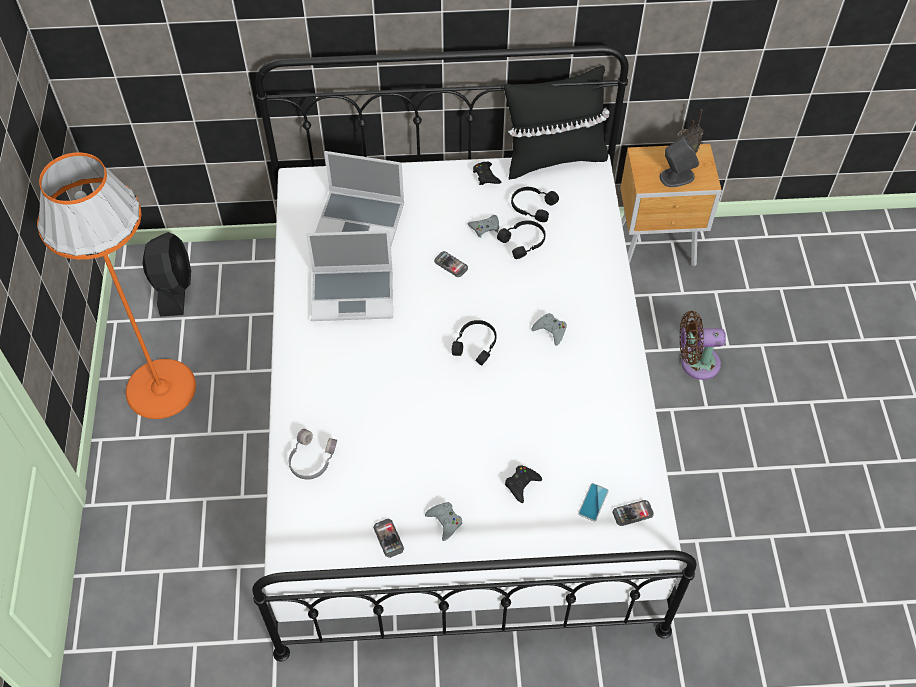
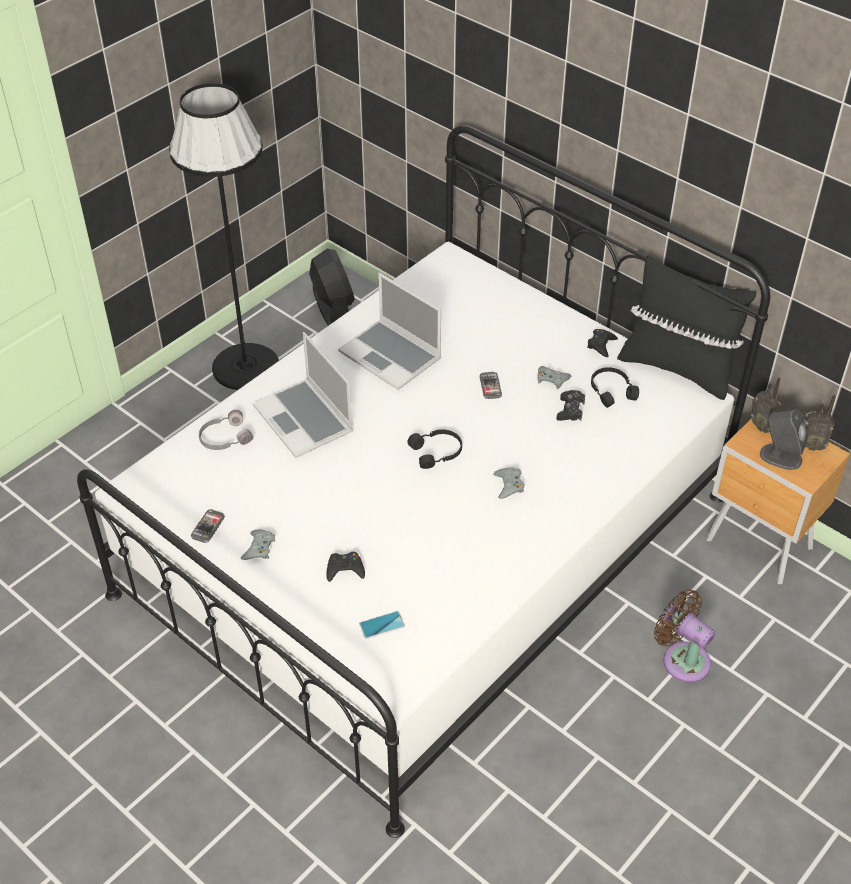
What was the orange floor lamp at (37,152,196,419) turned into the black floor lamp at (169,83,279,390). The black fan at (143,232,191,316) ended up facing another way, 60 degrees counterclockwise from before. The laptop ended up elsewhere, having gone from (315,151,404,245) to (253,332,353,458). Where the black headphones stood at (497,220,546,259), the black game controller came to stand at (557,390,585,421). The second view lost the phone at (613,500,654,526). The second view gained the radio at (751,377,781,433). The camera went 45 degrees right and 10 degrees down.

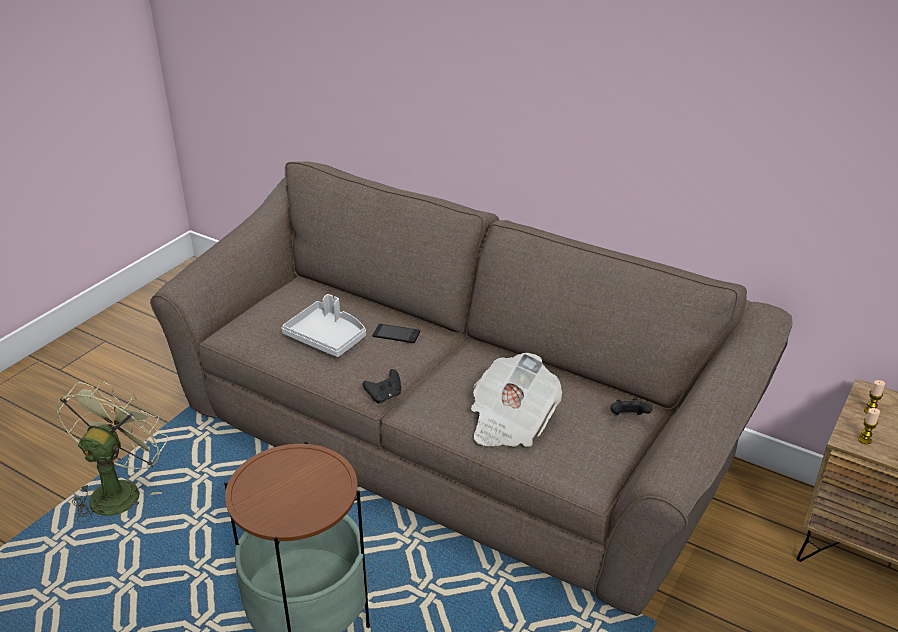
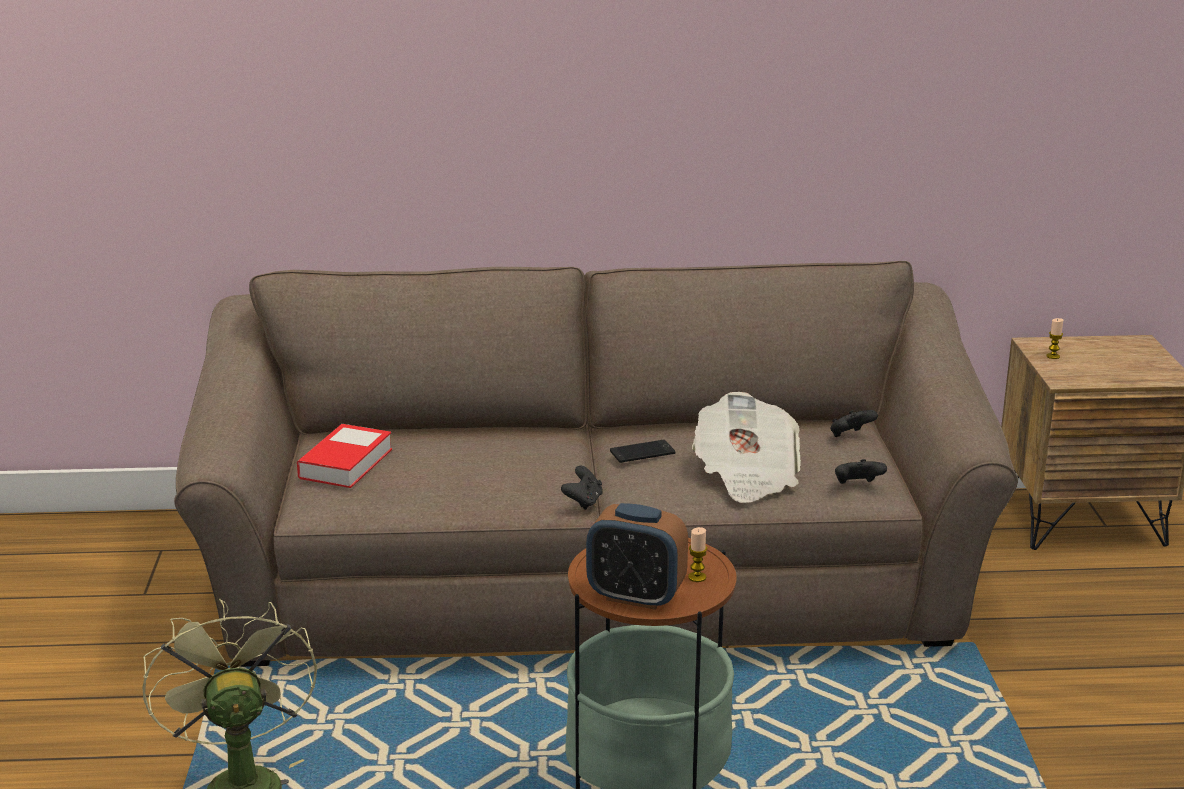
The second view lost the grey tray at (281,294,366,357). The phone ended up elsewhere, having gone from (373,324,420,343) to (610,440,675,463). The candle ended up elsewhere, having gone from (858,408,880,444) to (688,527,707,582). The second view gained the book at (297,424,392,488). The second view gained the alarm clock at (586,503,688,610). The second view gained the black game controller at (835,459,887,484). The camera went 35 degrees left and 10 degrees down.

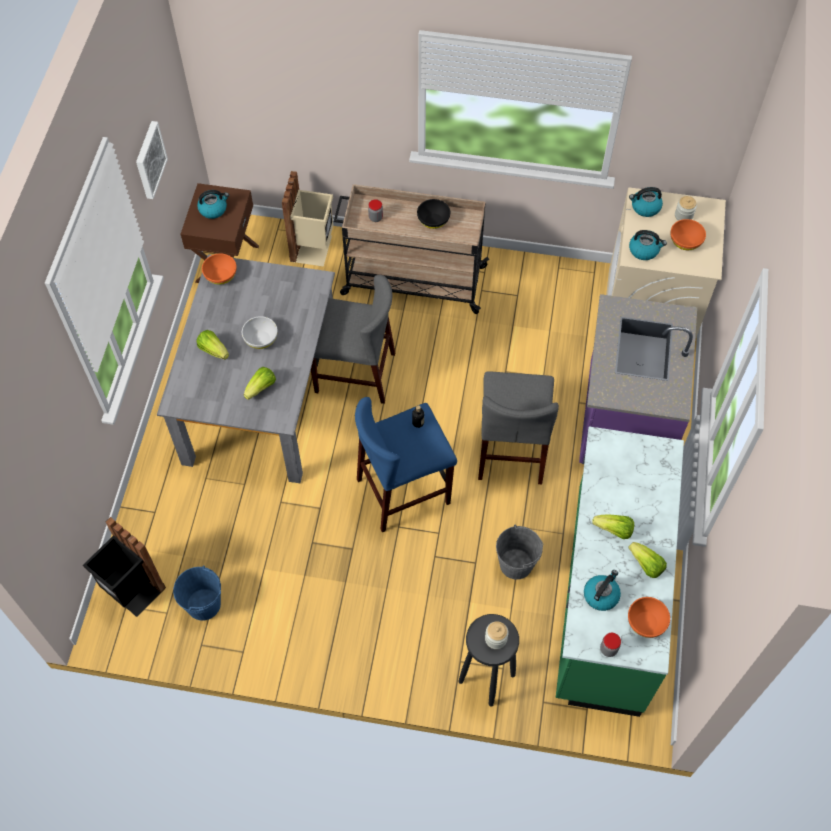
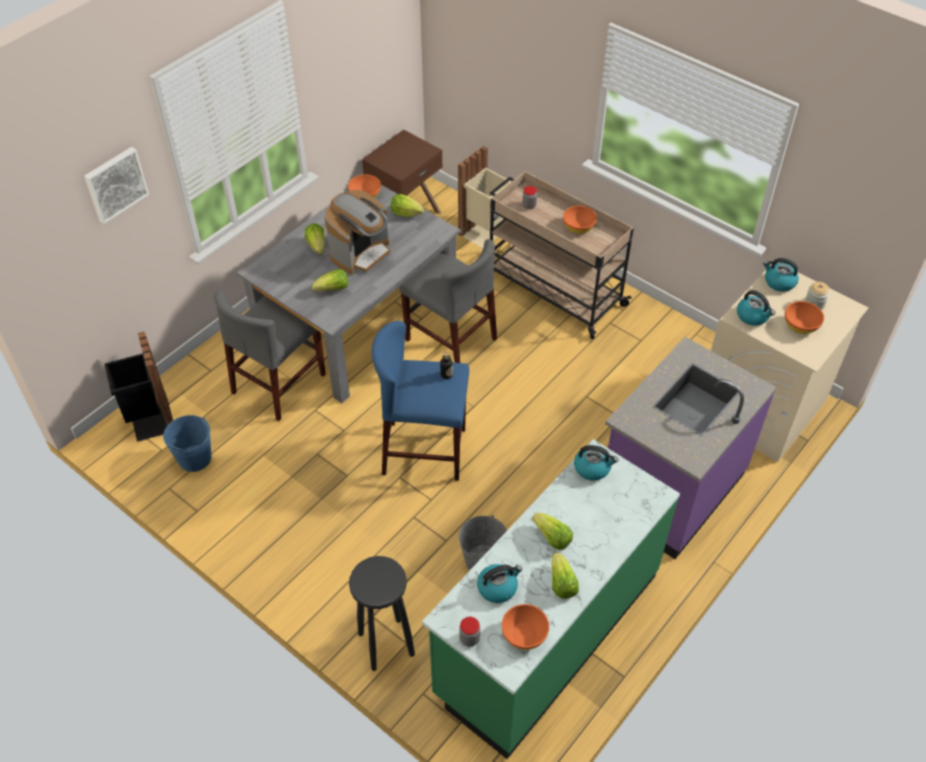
The picture ended up elsewhere, having gone from (136,121,168,199) to (84,147,149,224). The kettle ended up elsewhere, having gone from (197,190,229,219) to (574,445,618,481). Where the white bowl stood at (242,316,277,349), the coffee machine came to stand at (324,190,390,274). What was the black bowl at (417,199,450,229) turned into the orange bowl at (563,206,597,234). The grey chair ended up elsewhere, having gone from (478,371,559,484) to (214,290,326,421). The second view lost the jar at (485,621,509,649). The second view gained the lettuce at (390,194,424,217). The camera went 30 degrees right and 10 degrees down.

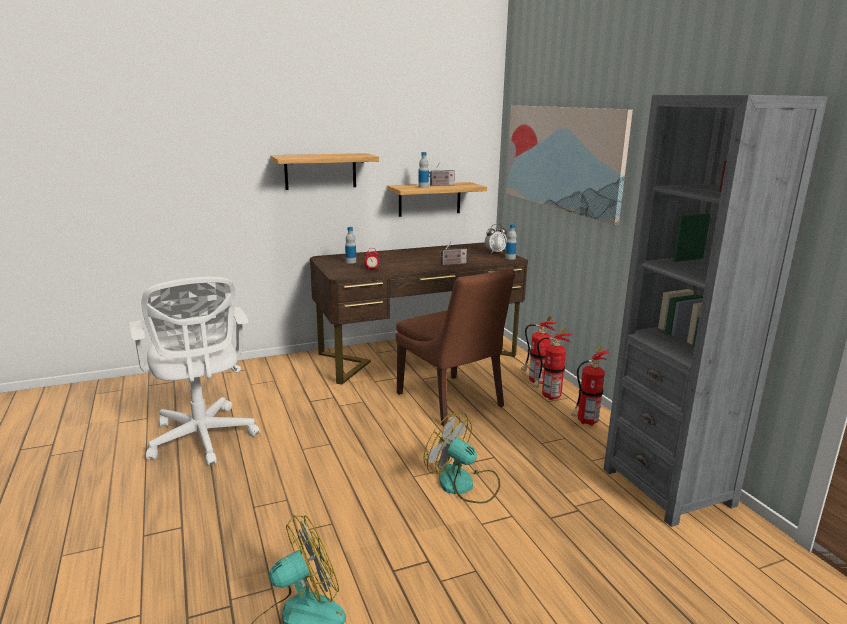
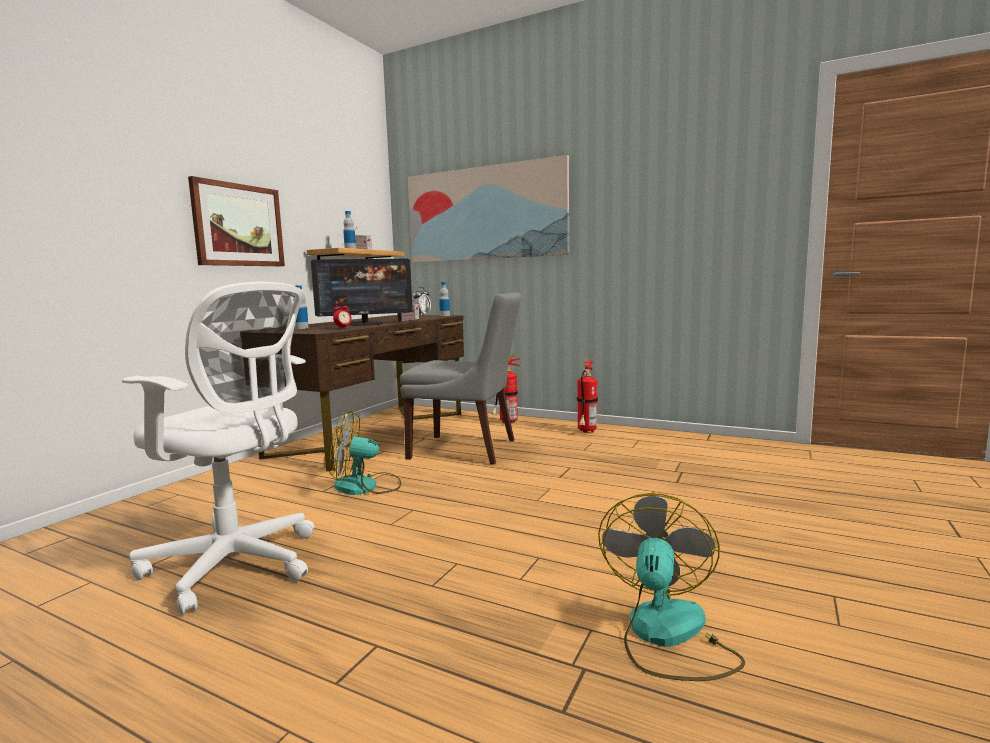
Where the shelf hung at (270,153,379,190), the picture came to hang at (188,176,285,266). What was the brown chair at (396,268,515,426) turned into the grey chair at (400,292,521,464). The fan ended up elsewhere, having gone from (424,413,500,504) to (329,411,401,495). The second view lost the fire extinguisher at (533,327,573,400). The second view lost the grey bookcase at (604,94,828,527). The second view gained the monitor at (311,259,413,326). The camera went 40 degrees left and 10 degrees down.

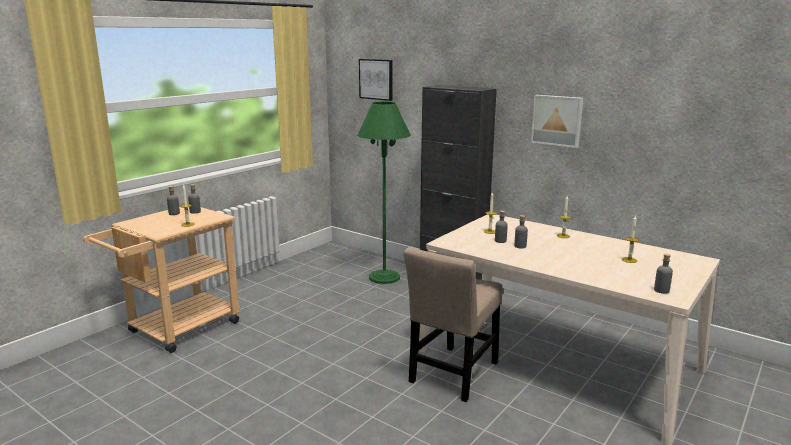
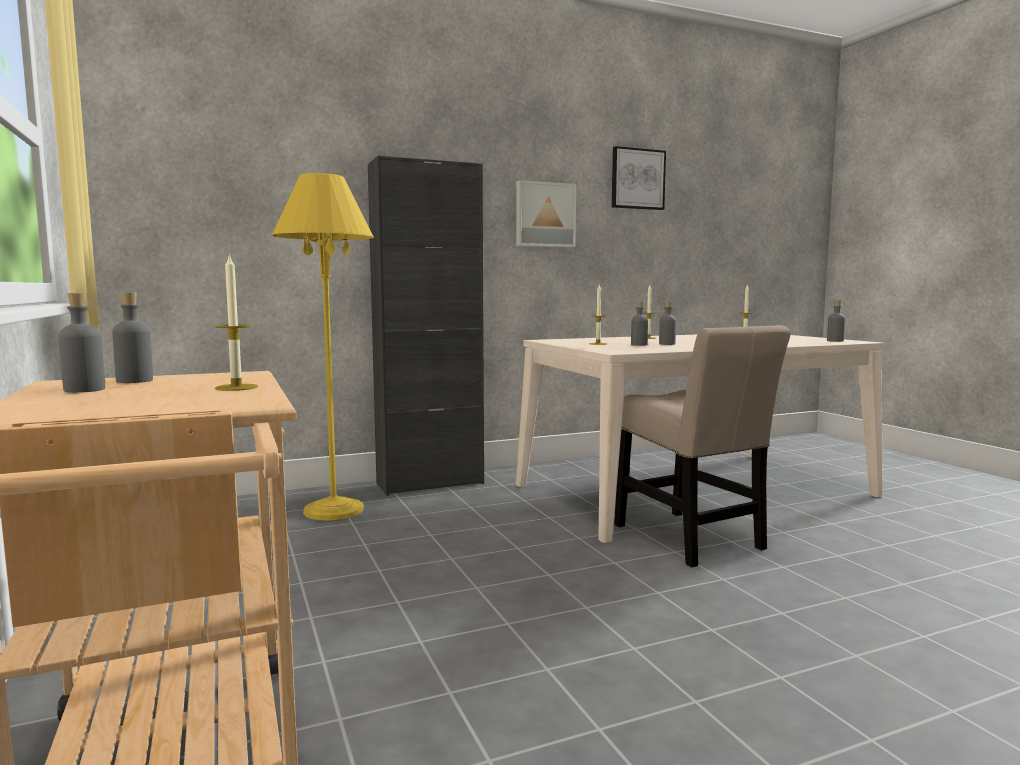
What was the green floor lamp at (357,102,411,284) turned into the yellow floor lamp at (272,173,374,520). The picture ended up elsewhere, having gone from (359,59,392,101) to (612,146,666,210). The camera went 60 degrees left and 10 degrees down.

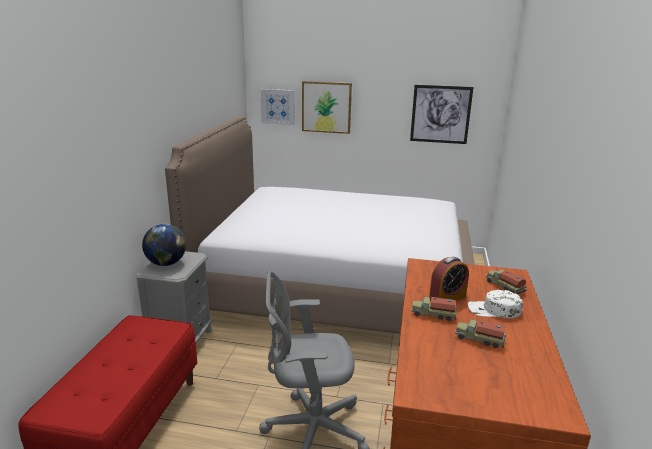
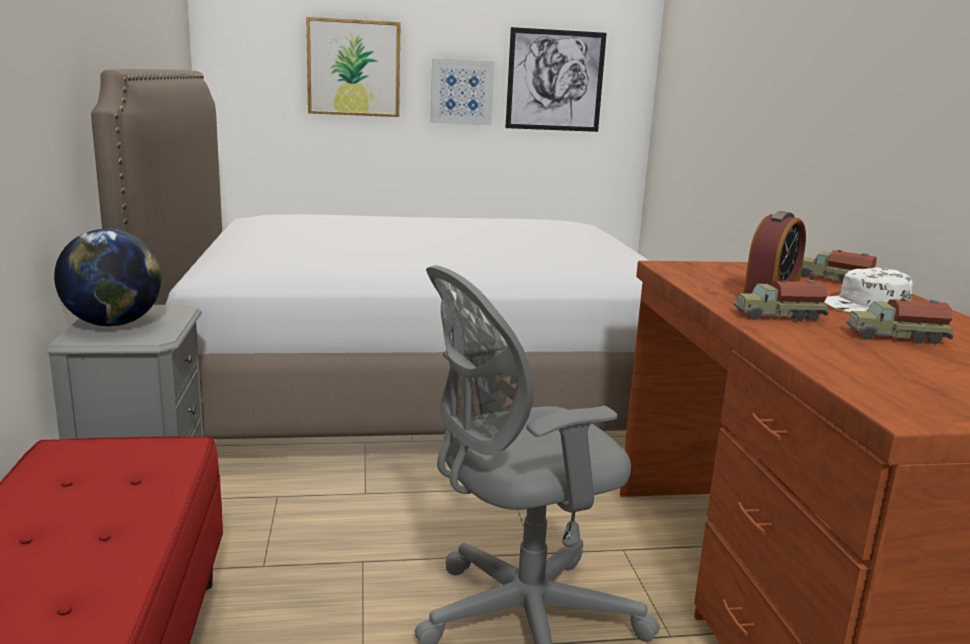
The picture ended up elsewhere, having gone from (261,89,294,125) to (431,58,495,125). The camera went 20 degrees left and 5 degrees down.

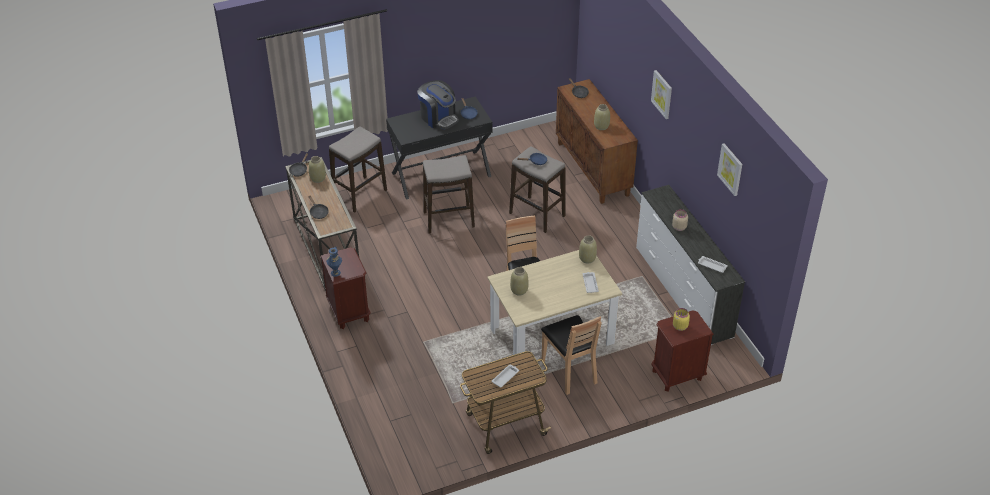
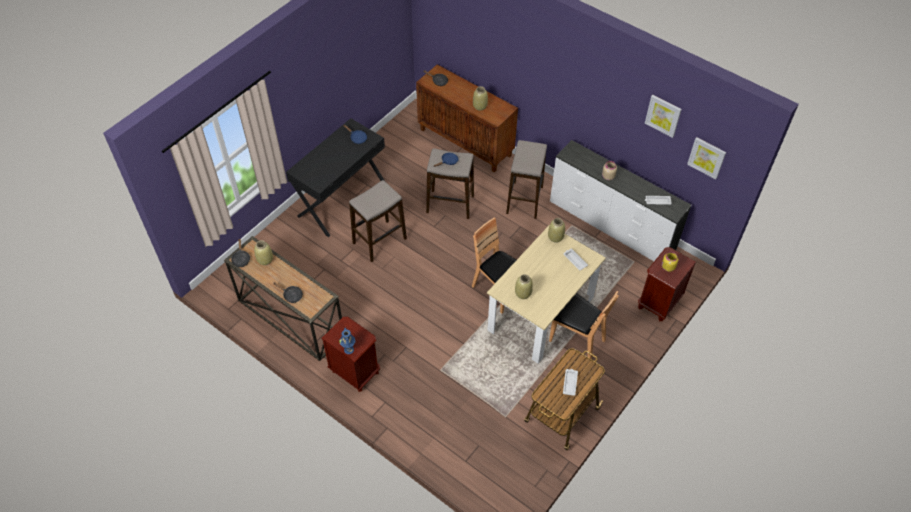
The stool ended up elsewhere, having gone from (329,126,387,213) to (506,140,547,219). The second view lost the coffee machine at (417,80,459,129). The picture ended up elsewhere, having gone from (651,70,672,119) to (687,137,726,179). The camera went 30 degrees left and 10 degrees up.

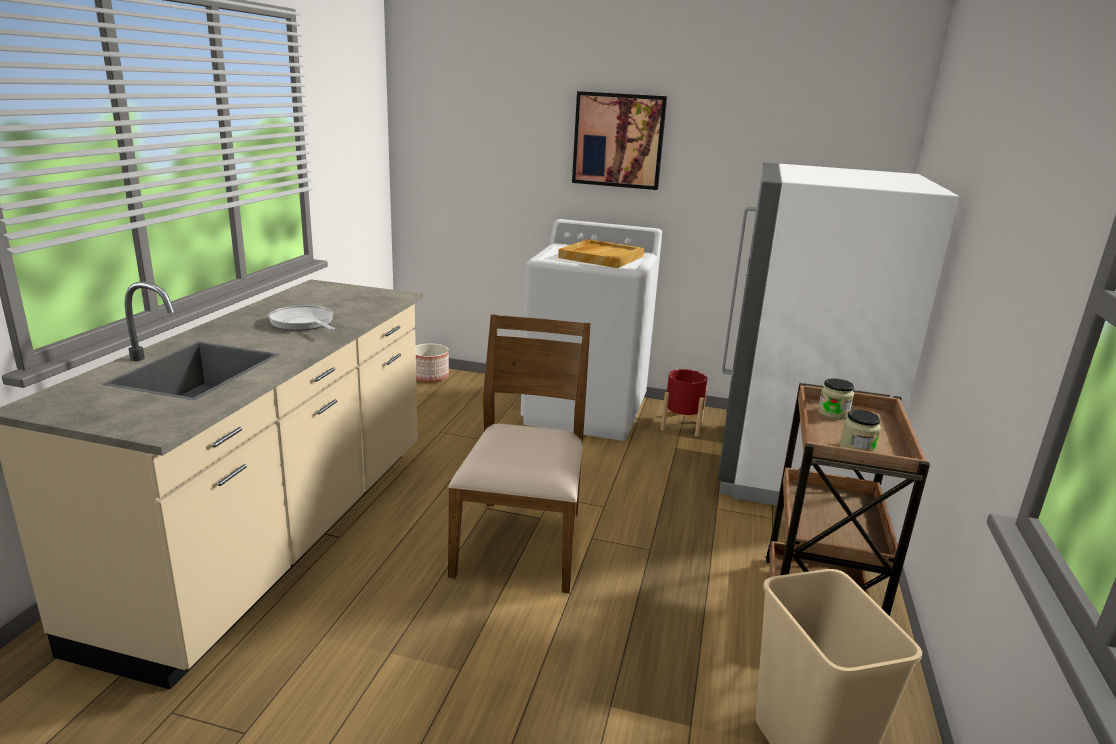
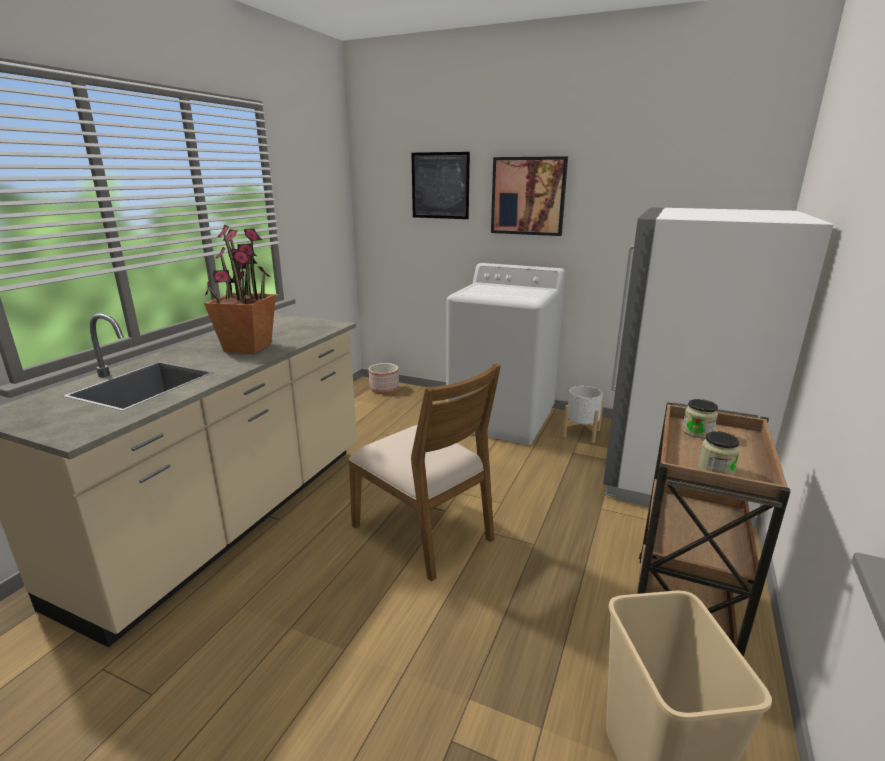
Where the frying pan stood at (268,305,335,331), the potted plant came to stand at (204,225,276,354). The brown chair at (448,314,590,593) ended up facing another way, 120 degrees clockwise from before. The second view lost the beige tray at (558,239,644,268). What was the red planter at (661,369,708,437) turned into the white planter at (563,386,604,443). The second view gained the picture at (411,152,470,219). The camera went 10 degrees right and 0 degrees up.

